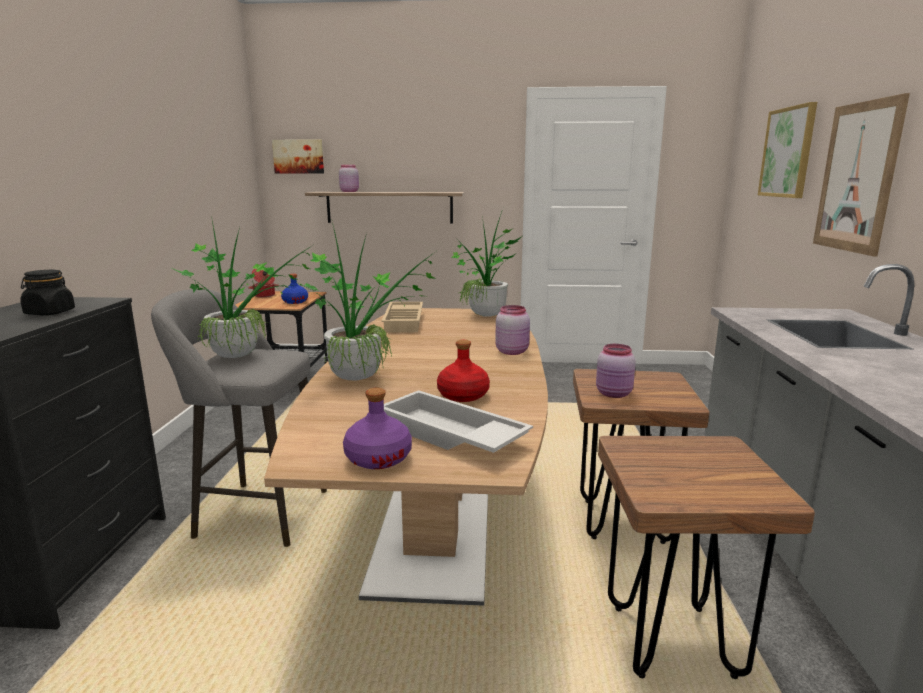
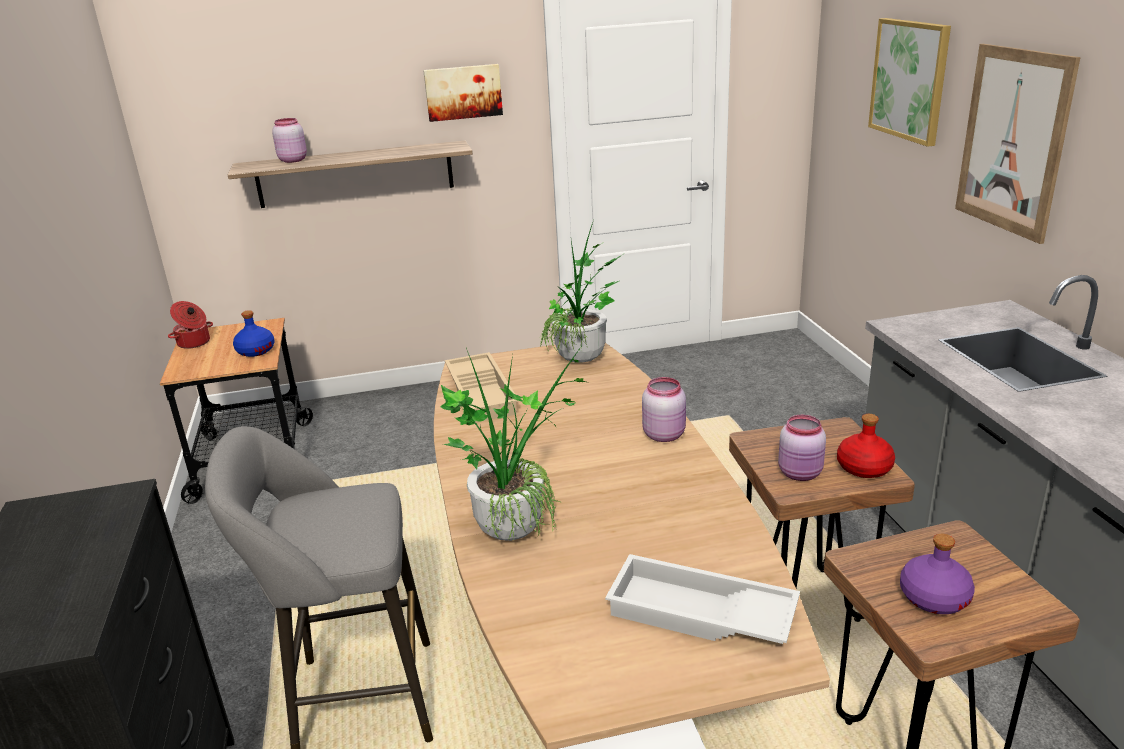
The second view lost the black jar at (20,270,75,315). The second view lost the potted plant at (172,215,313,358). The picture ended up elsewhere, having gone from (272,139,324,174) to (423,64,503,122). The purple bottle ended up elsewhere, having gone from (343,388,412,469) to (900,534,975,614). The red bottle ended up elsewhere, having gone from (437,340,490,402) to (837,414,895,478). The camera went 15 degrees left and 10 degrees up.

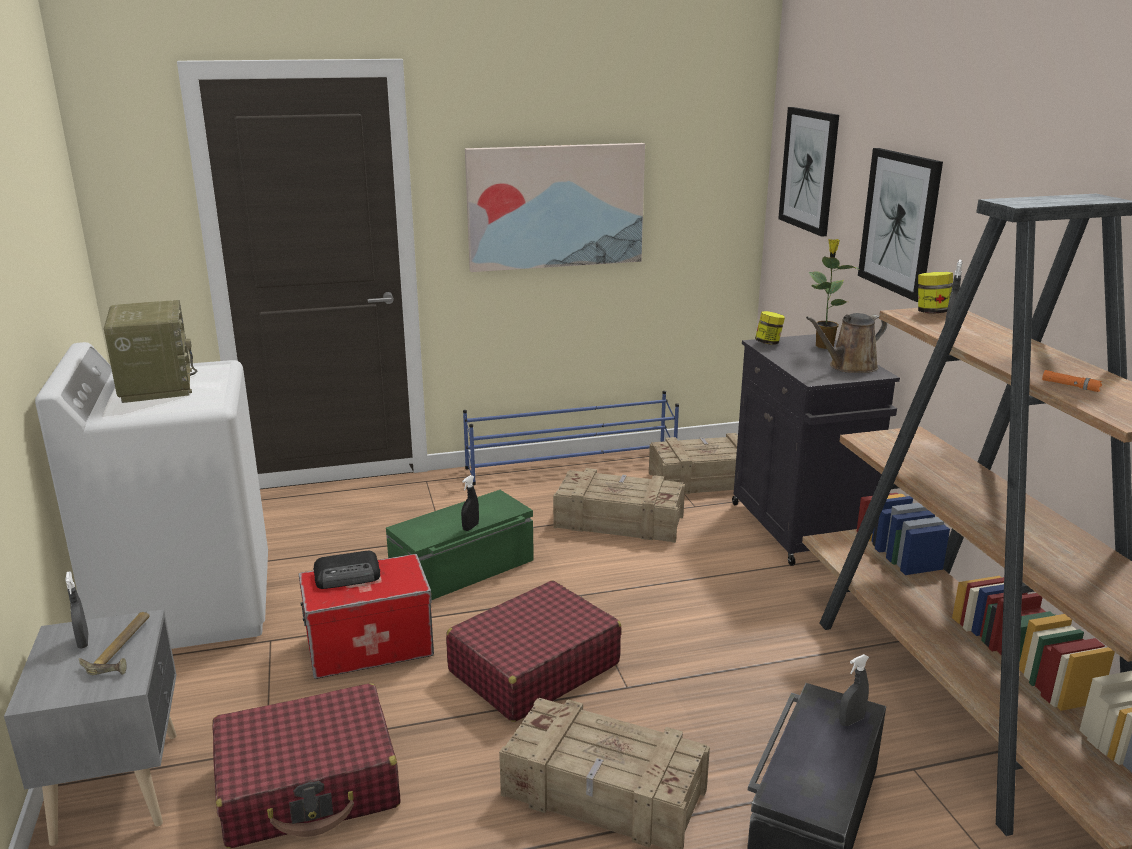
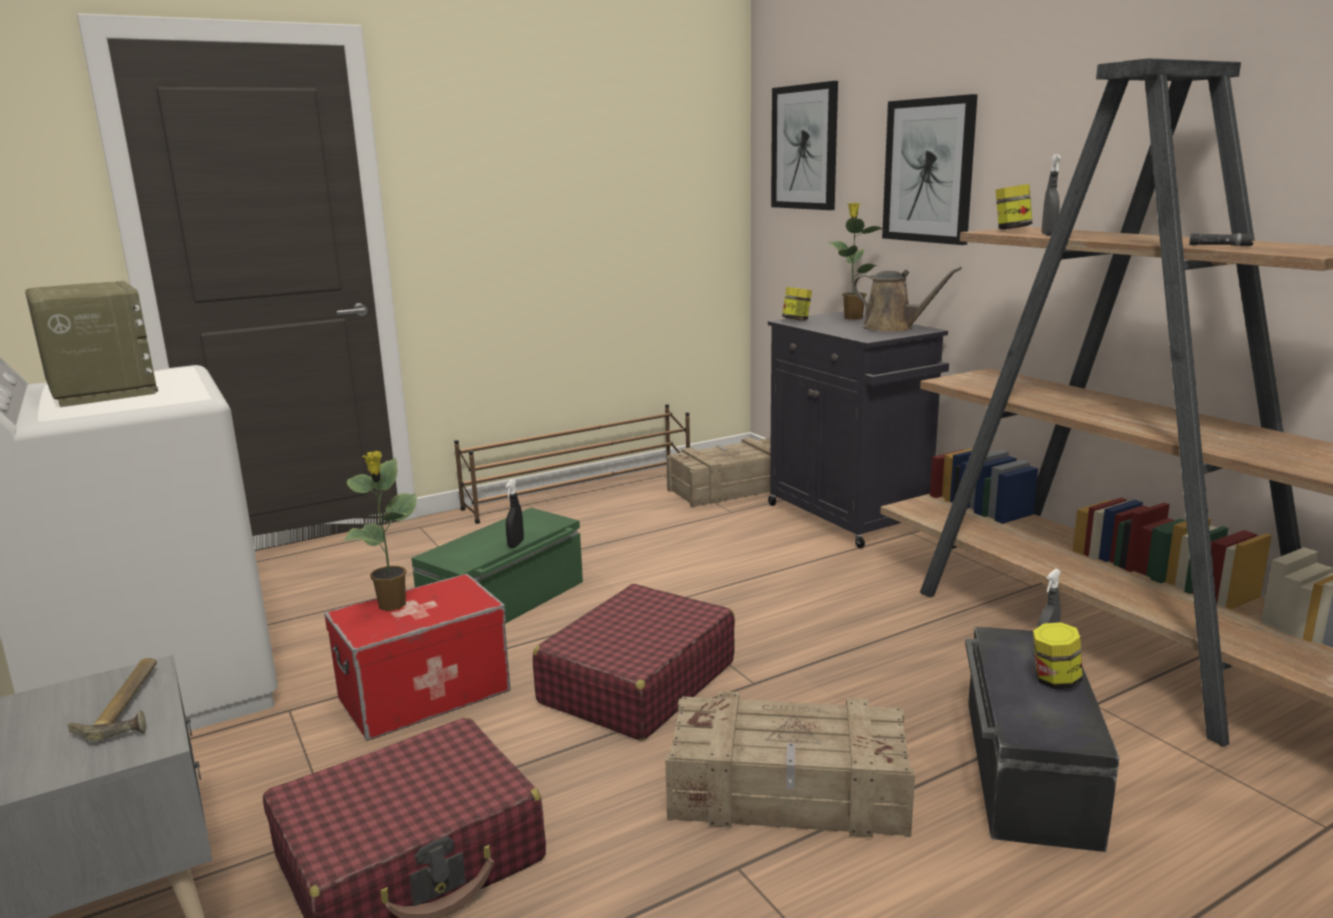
The second view lost the grey spray bottle at (65,571,89,649). Where the radio stood at (313,551,380,589), the potted plant came to stand at (344,451,417,611). What was the blue shoe rack at (463,391,679,485) turned into the brown shoe rack at (454,404,690,524). The second view lost the picture at (465,143,645,272). The second view lost the crate at (553,468,685,543). The brown watering can at (806,313,887,373) ended up facing another way, 105 degrees counterclockwise from before. What was the orange flashlight at (1042,370,1102,392) turned into the black flashlight at (1189,233,1254,246). The second view gained the jar at (1033,622,1083,689). The camera went 15 degrees left and 5 degrees down.

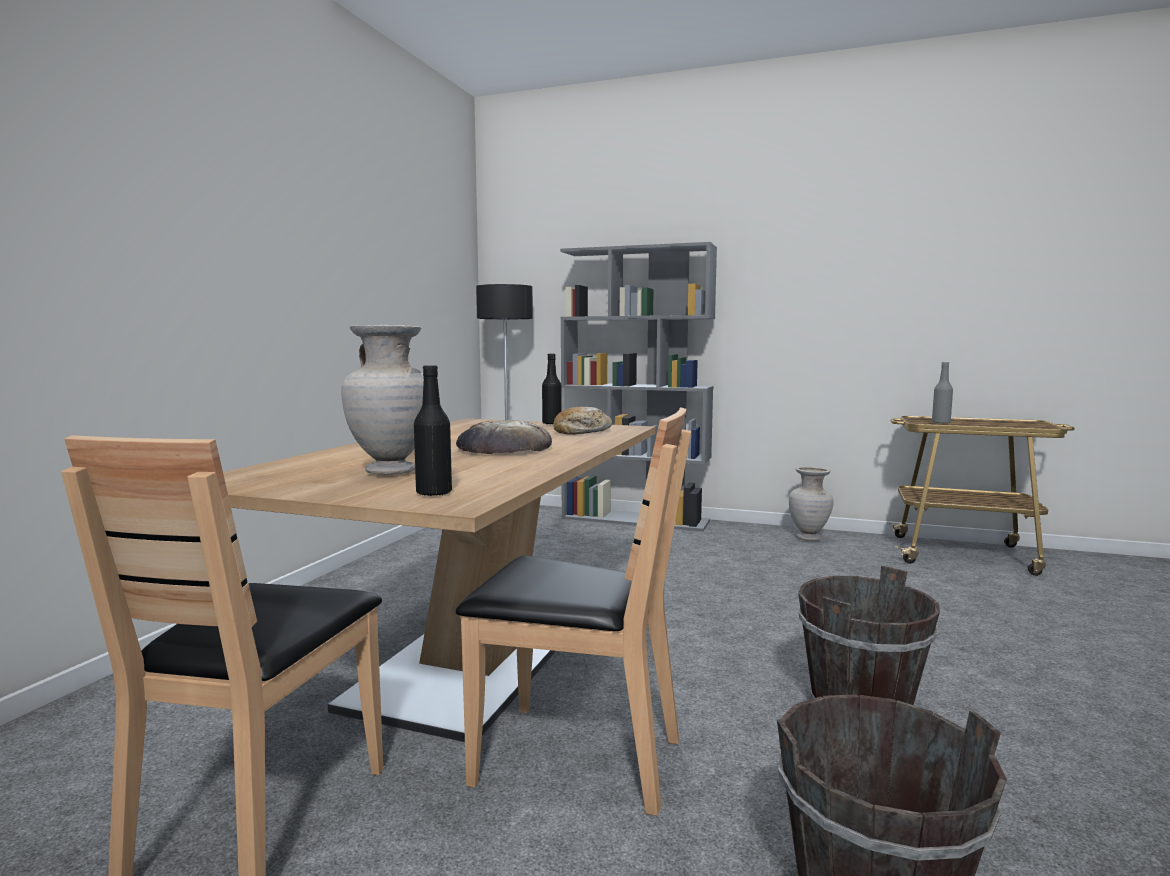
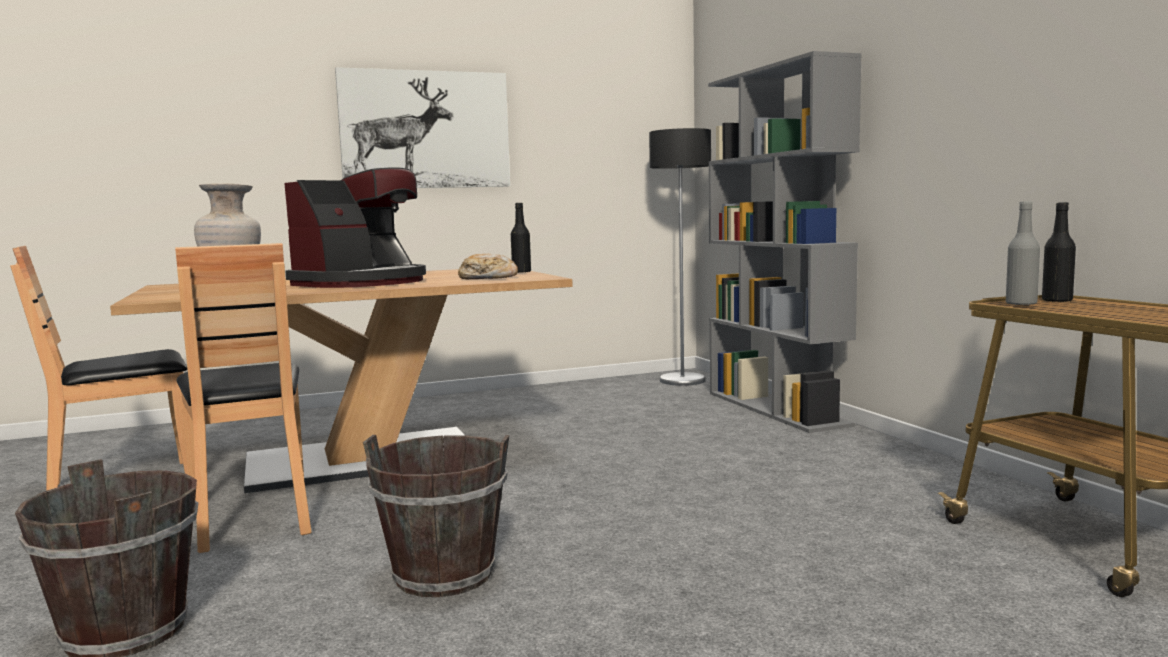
The black bottle ended up elsewhere, having gone from (414,365,452,496) to (1042,202,1076,302). Where the bread stood at (456,420,552,454), the coffee machine came to stand at (284,167,426,288). The second view lost the beige vase at (789,467,834,541). The second view gained the picture at (335,67,510,188). The camera went 50 degrees right and 0 degrees up.

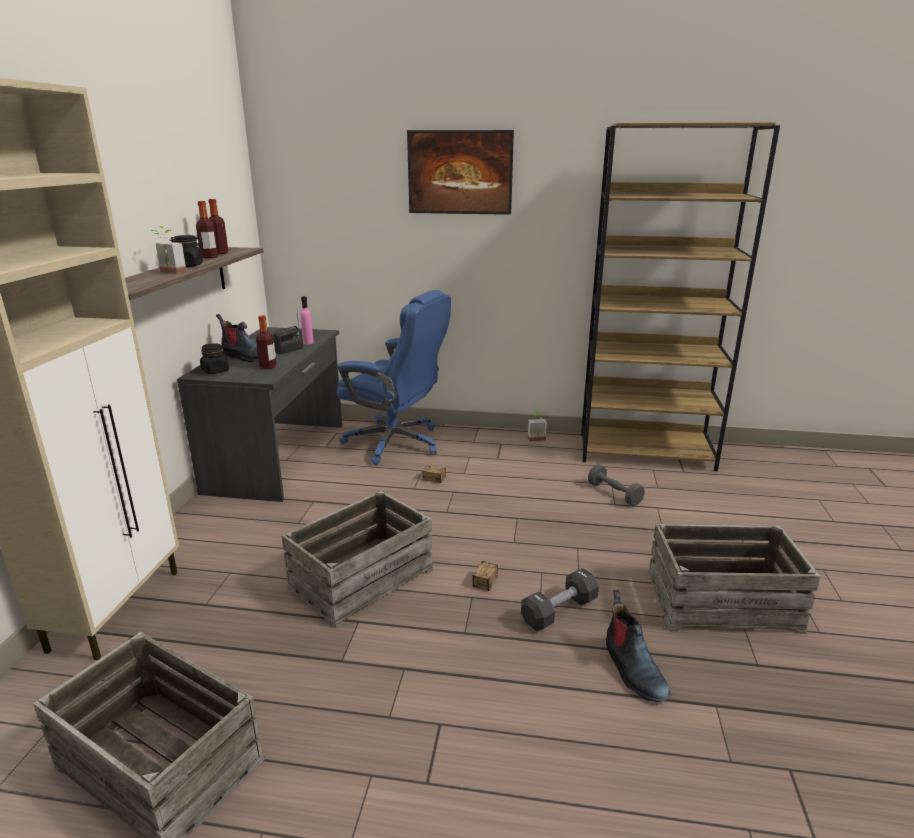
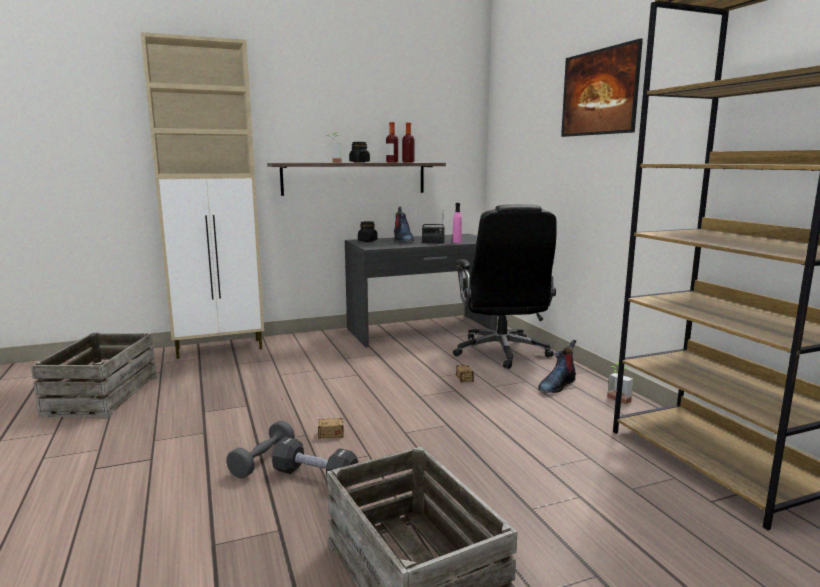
The second view lost the bottle at (256,315,277,369). The second view lost the crate at (281,491,434,628). What was the blue office chair at (337,290,451,465) turned into the black office chair at (453,204,557,369). The grey dumbbell ended up elsewhere, having gone from (588,464,645,506) to (226,421,295,478). The boot ended up elsewhere, having gone from (606,590,671,702) to (538,340,576,393). The camera went 60 degrees right and 10 degrees down.

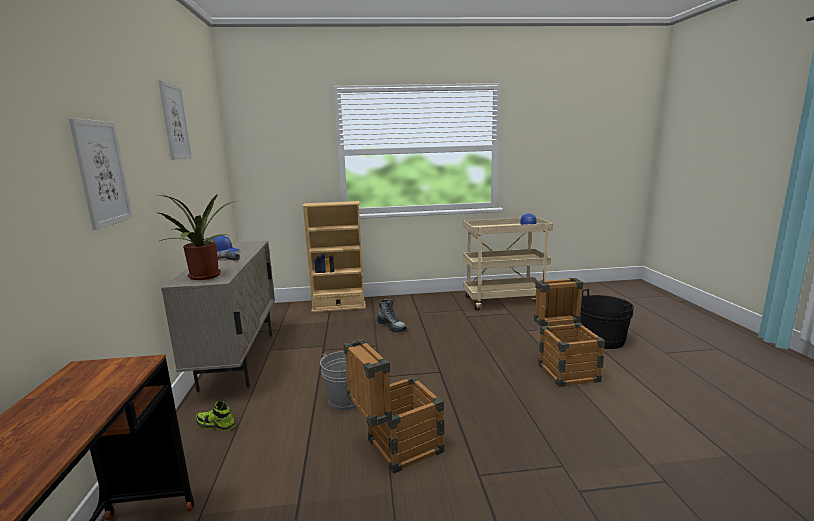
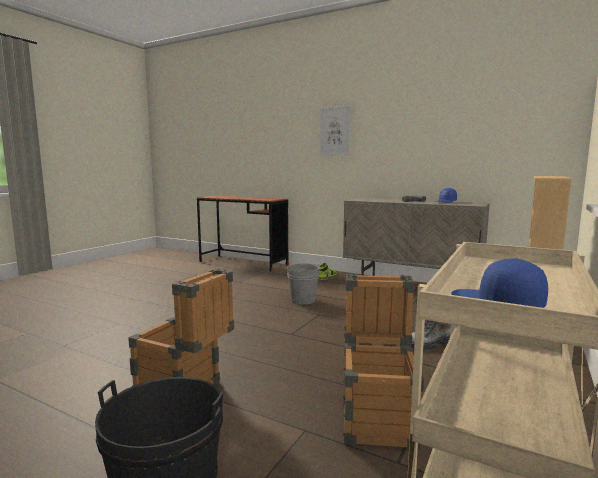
The second view lost the picture at (158,80,192,159). The second view lost the potted plant at (158,193,237,280). The crate ended up elsewhere, having gone from (343,339,444,474) to (343,274,424,449). The camera went 125 degrees right and 5 degrees down.

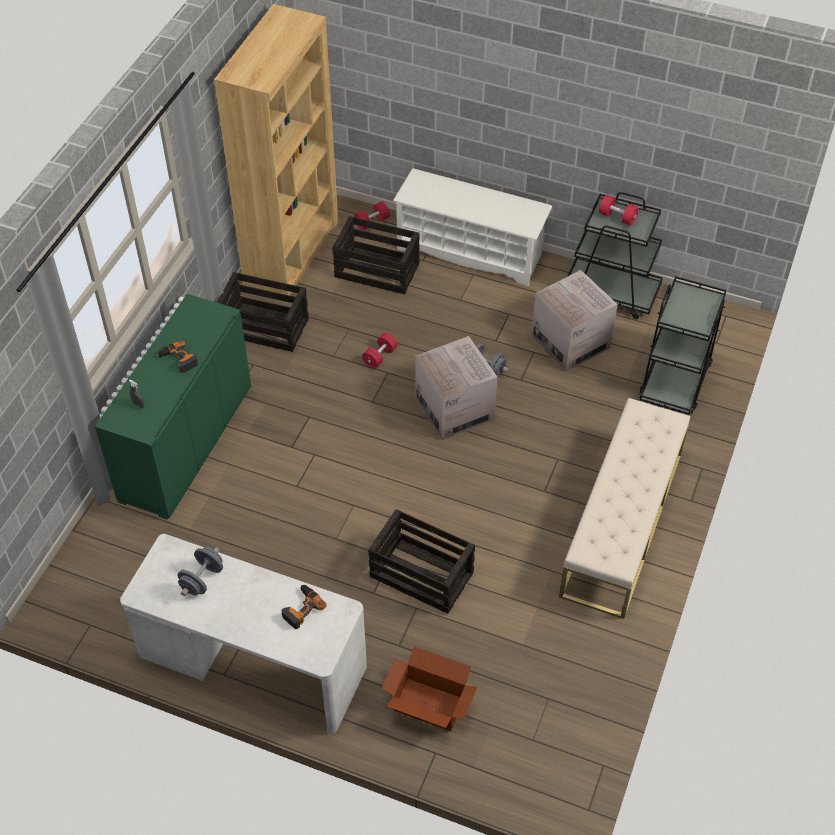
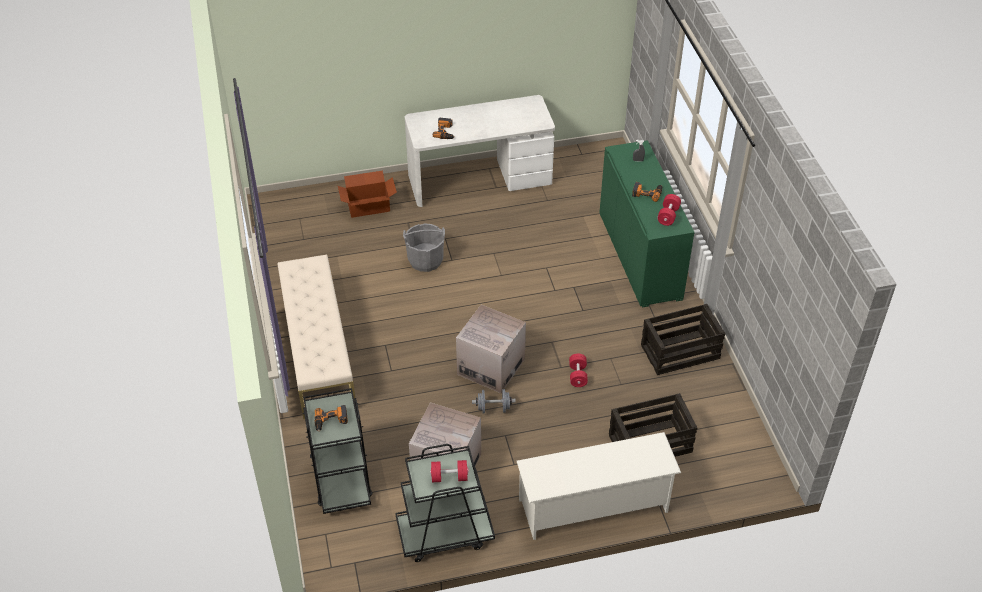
The second view lost the grey dumbbell at (178,547,223,596). The second view lost the brown bookcase at (214,4,338,296). The red dumbbell ended up elsewhere, having gone from (354,201,390,230) to (657,194,681,226). Where the crate stood at (368,509,475,614), the grey bucket came to stand at (403,223,445,272). The second view gained the power drill at (315,405,348,432). The camera went 145 degrees right and 5 degrees down.

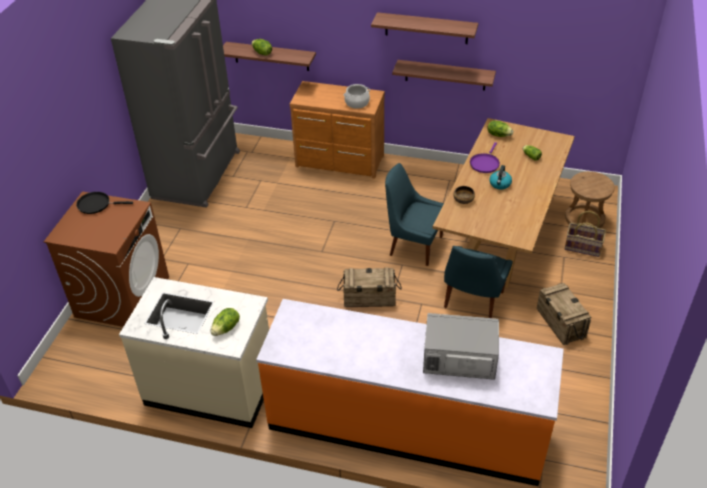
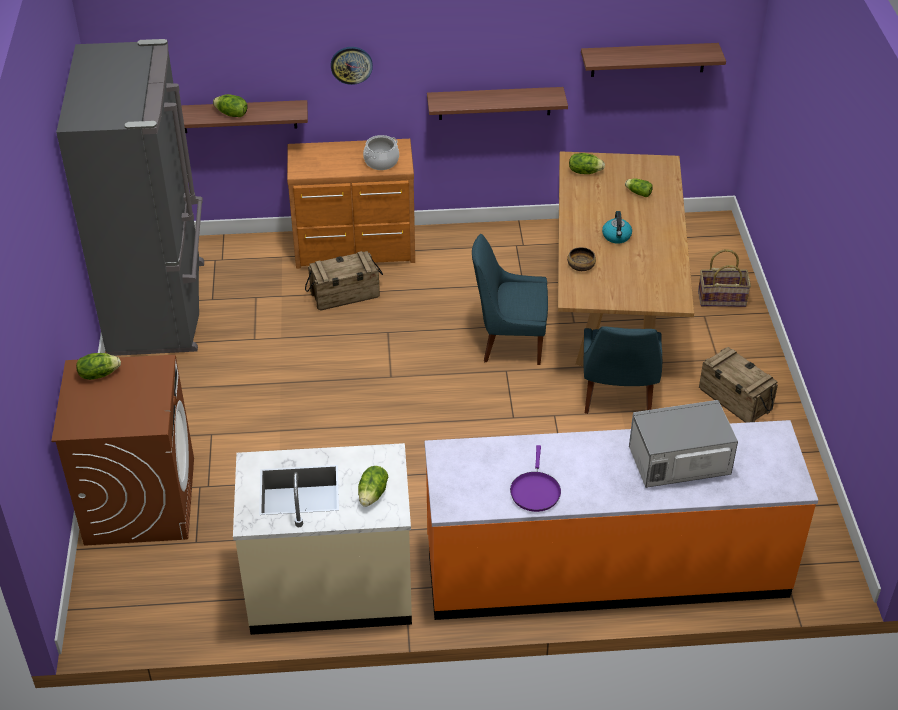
Where the black frying pan stood at (76,192,133,214), the lettuce came to stand at (76,353,121,380). The crate ended up elsewhere, having gone from (337,267,402,307) to (305,251,383,311). The shelf ended up elsewhere, having gone from (371,12,478,44) to (581,43,726,77). The purple frying pan ended up elsewhere, having gone from (470,142,500,173) to (510,445,561,512). The second view lost the brown stool at (565,171,615,228). The second view gained the wall clock at (331,47,373,85). The camera went 20 degrees left and 0 degrees up.

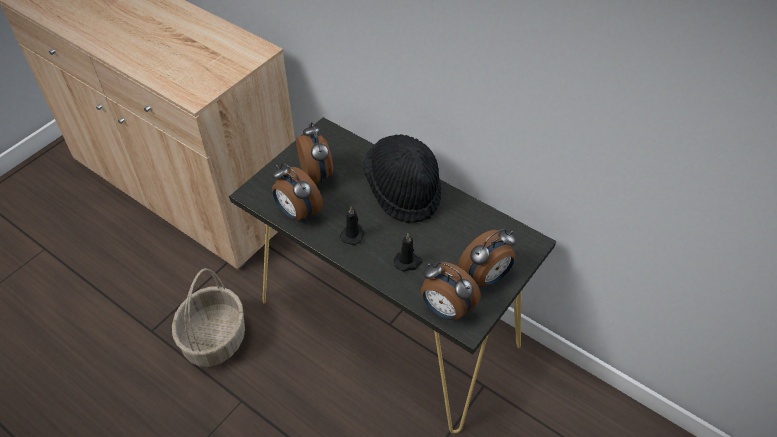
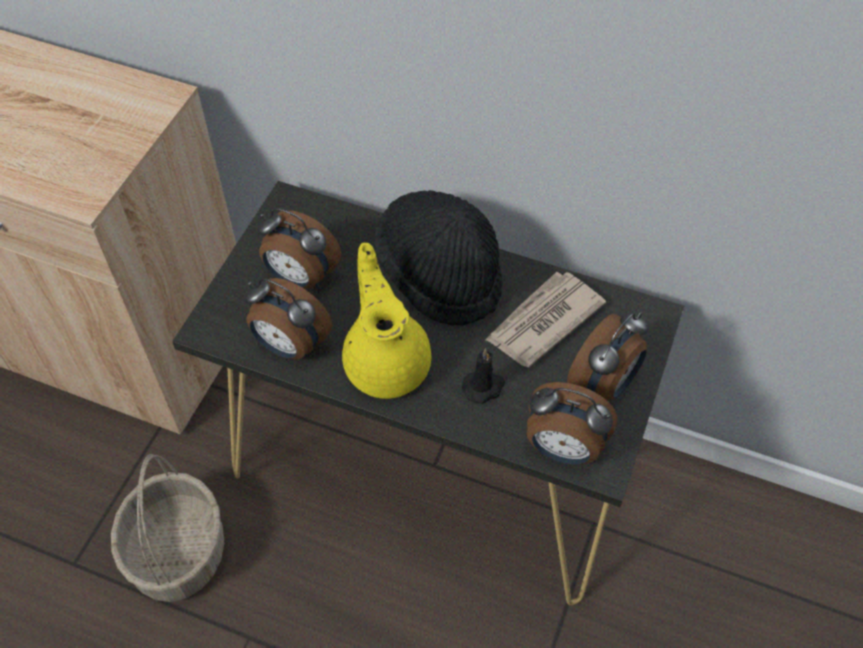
The alarm clock at (296,122,333,184) ended up facing another way, 150 degrees clockwise from before. Where the black candle stood at (340,206,365,245), the yellow teapot came to stand at (342,243,431,399). The second view gained the newspaper at (486,272,606,367). The camera went 15 degrees left and 5 degrees up.

